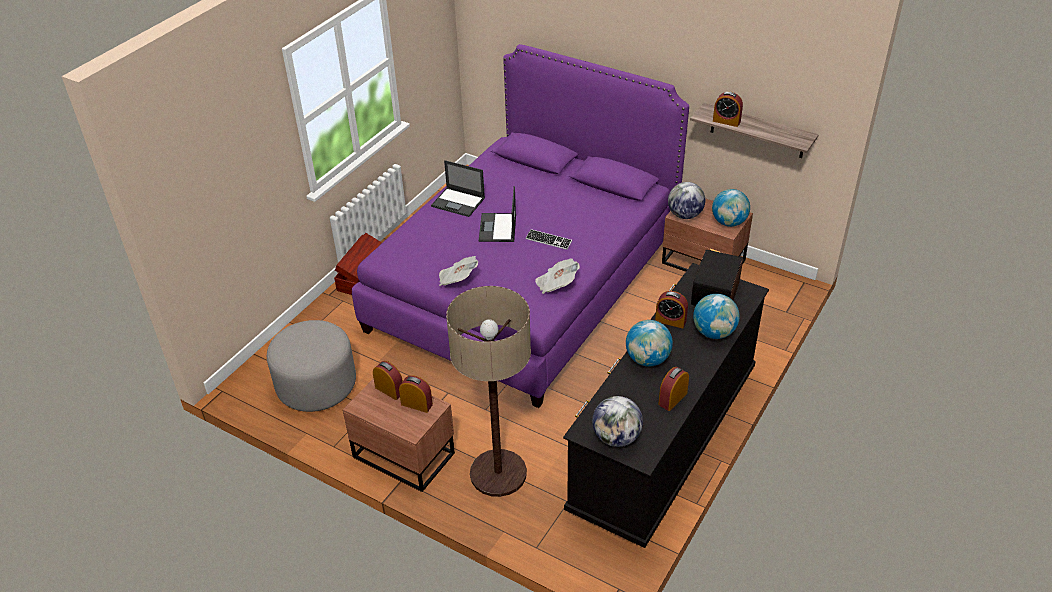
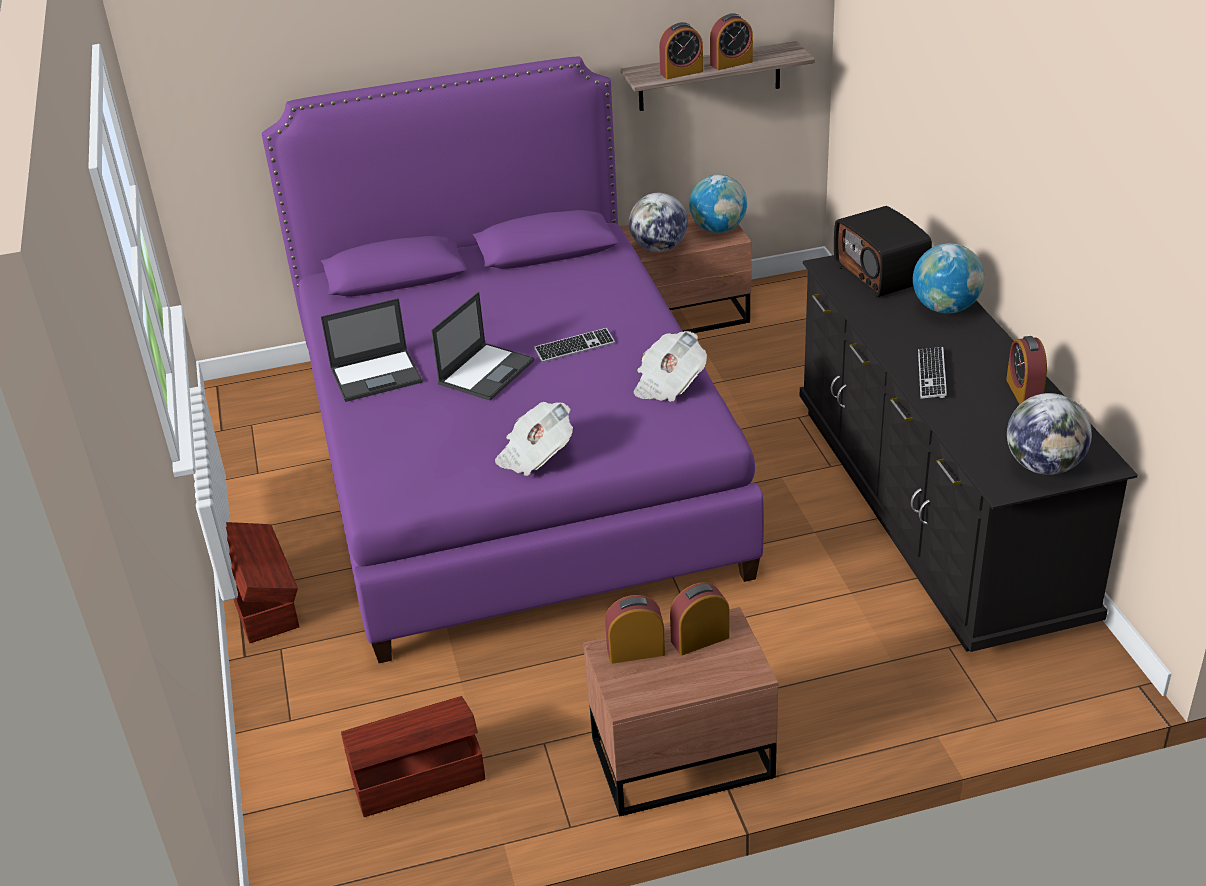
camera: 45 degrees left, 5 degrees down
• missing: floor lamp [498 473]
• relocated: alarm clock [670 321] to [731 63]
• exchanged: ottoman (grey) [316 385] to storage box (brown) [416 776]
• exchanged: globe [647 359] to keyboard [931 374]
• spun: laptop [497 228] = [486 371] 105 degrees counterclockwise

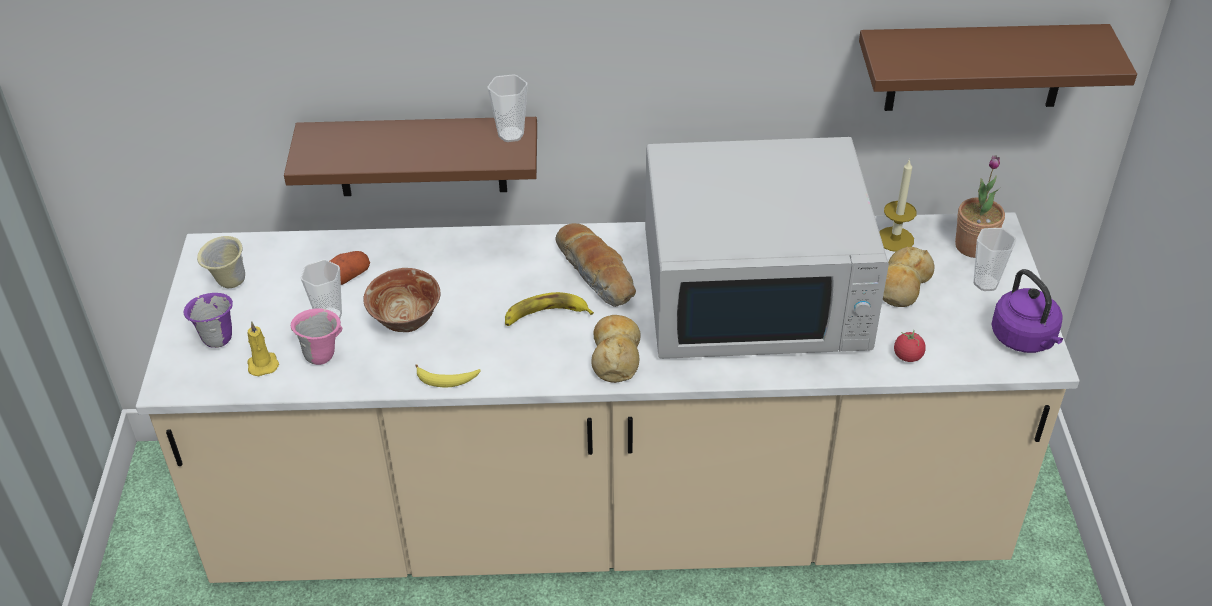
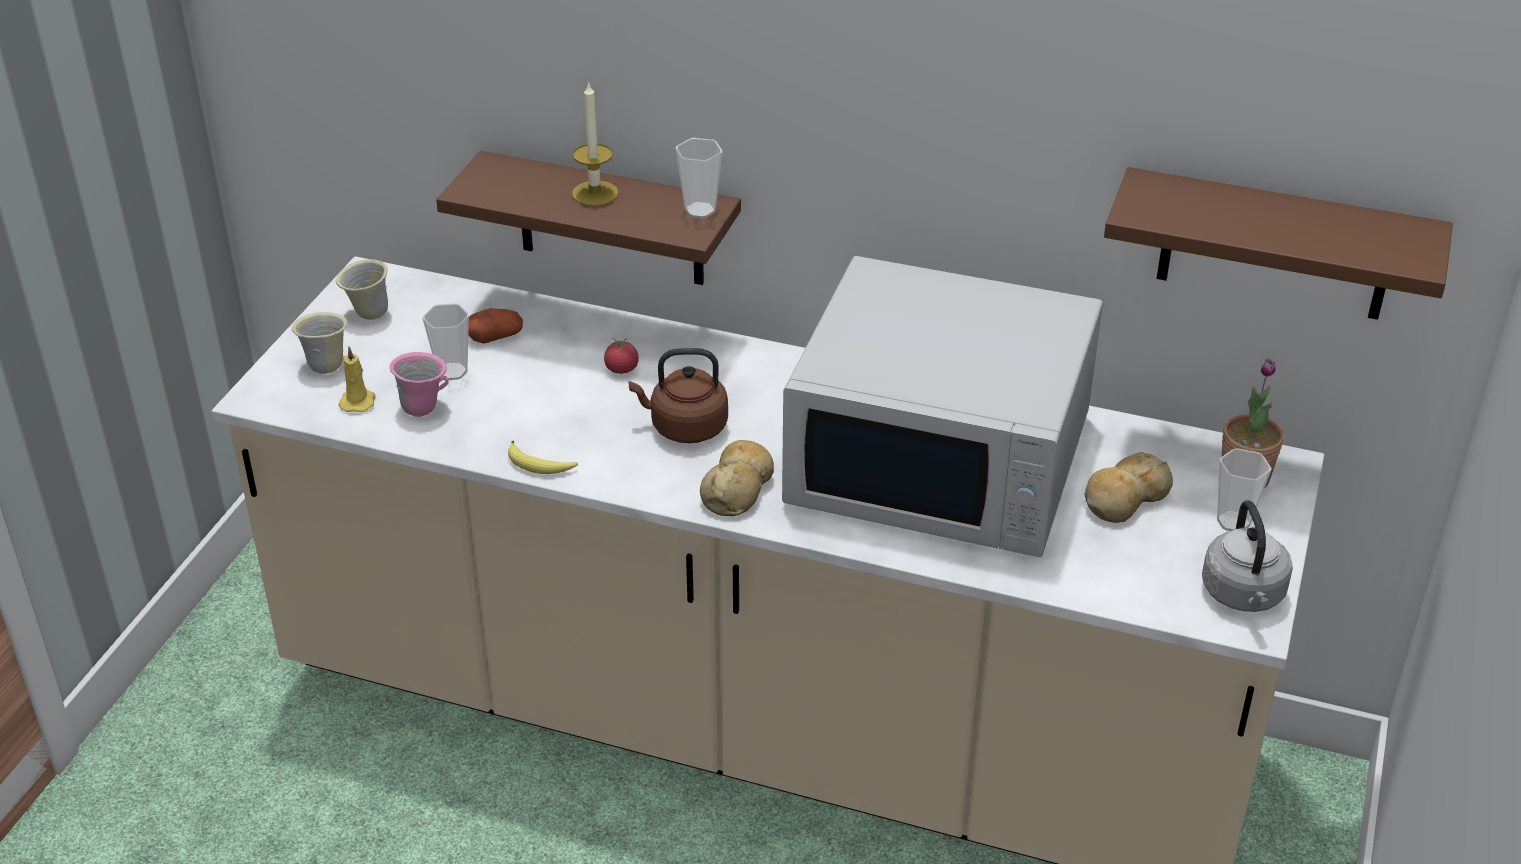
camera: 20 degrees right, 5 degrees down
• missing: bowl [406 321]
• missing: bread [597 274]
• relocated: candle [895 239] to [595 193]
• relocated: tomato [908 356] to [621 369]
• exchanged: banana [546 315] to kettle (brown) [684 428]
• colour: mug (purple) [217 339] to mug (beige) [326 366]
• colour: kettle (purple) [1025 339] to kettle (grey) [1243 596]

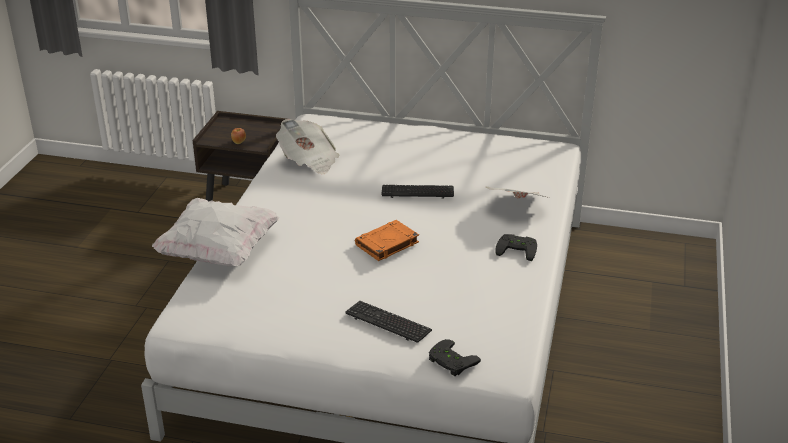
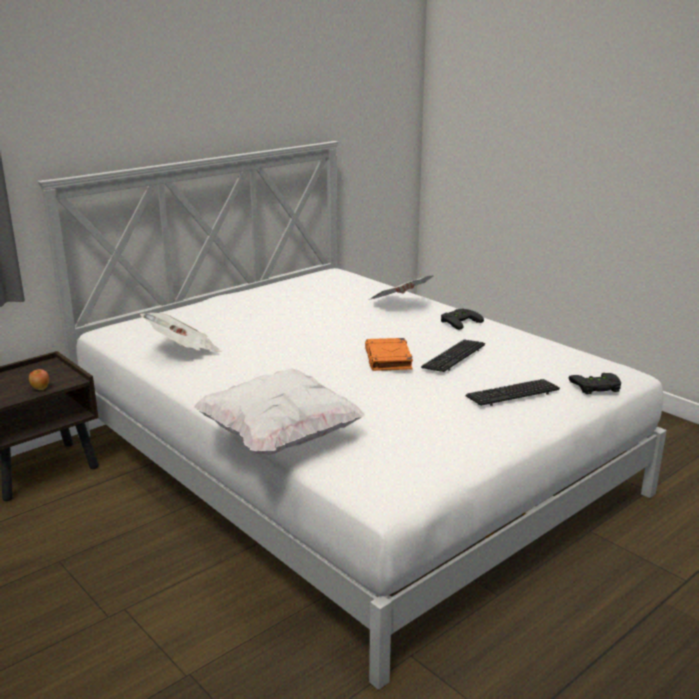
camera: 55 degrees left, 10 degrees down
• relocated: keyboard [417 192] to [453 357]

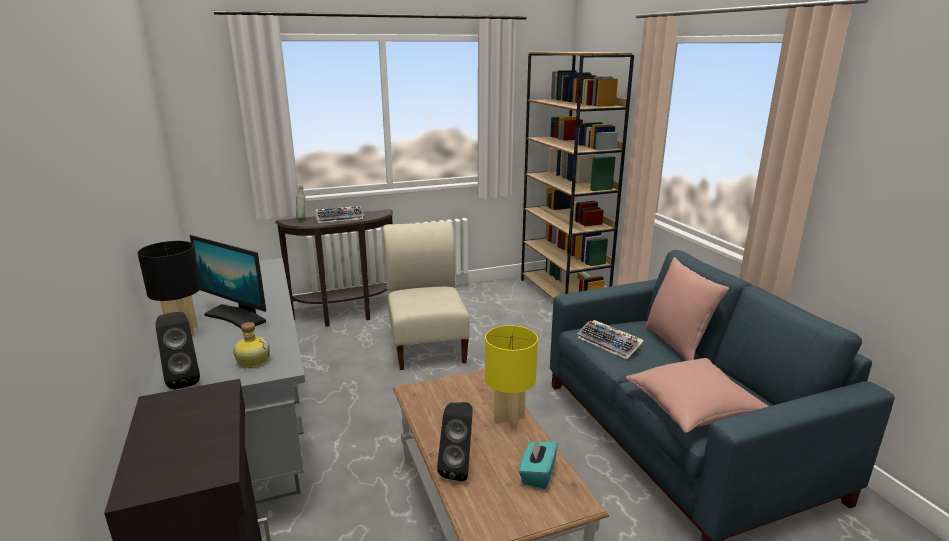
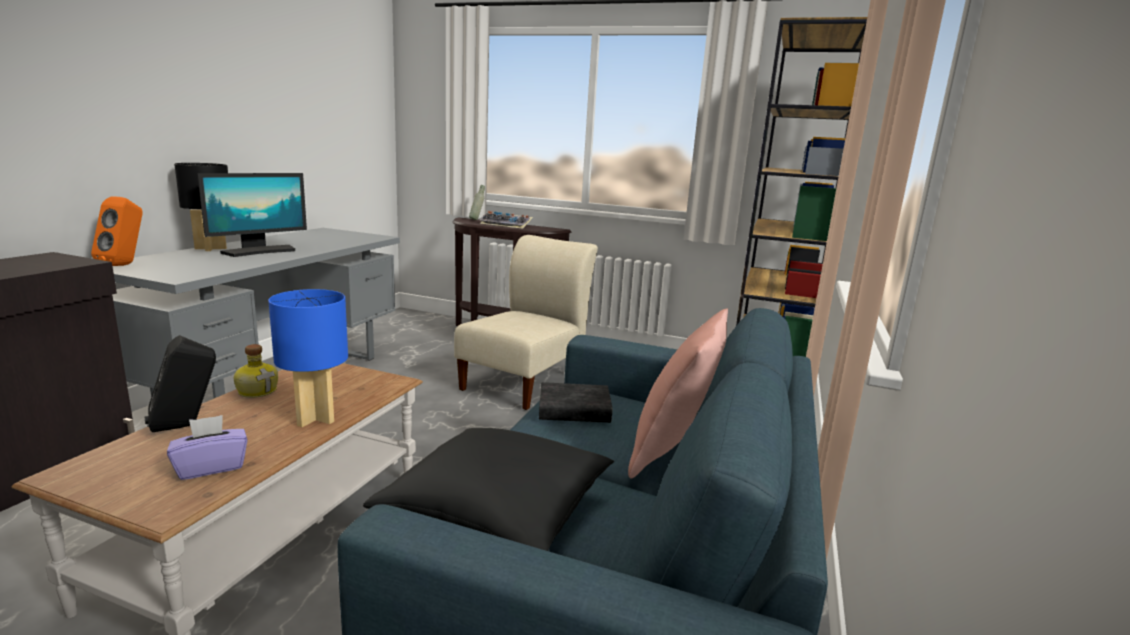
camera: 40 degrees right, 5 degrees down
• relocated: bottle [252 360] to [258 391]
• exchanged: keyboard [610 344] to book (black) [574 410]
• colour: speaker (black) [184 380] to speaker (orange) [125 265]
• colour: table lamp (yellow) [509 419] to table lamp (blue) [315 418]
• colour: tissue box (turquoise) [537 474] to tissue box (purple) [211 467]
• colour: pillow (pink) [693 408] to pillow (black) [497 512]
• spun: monitor [236 317] = [259 251] 120 degrees counterclockwise

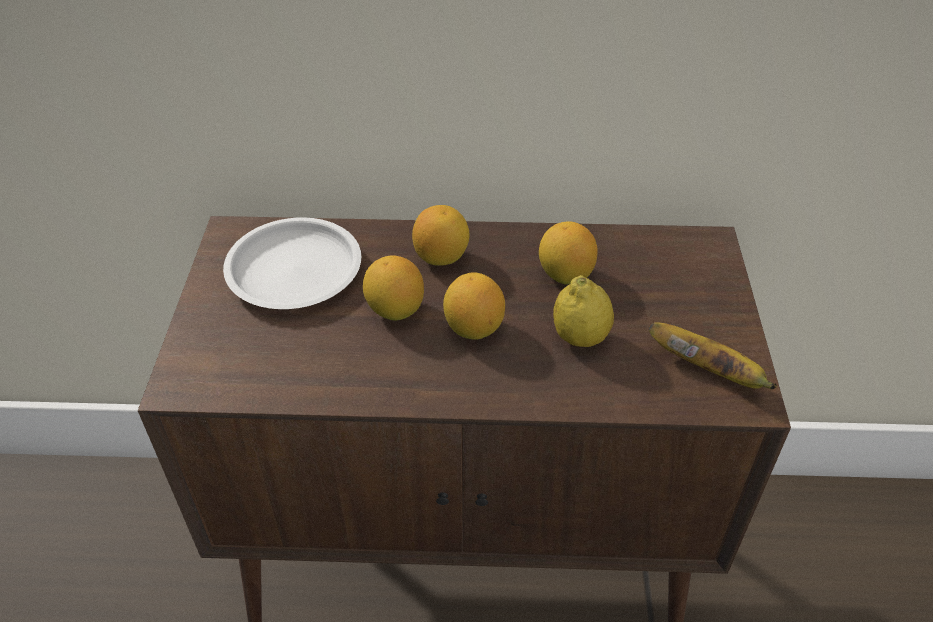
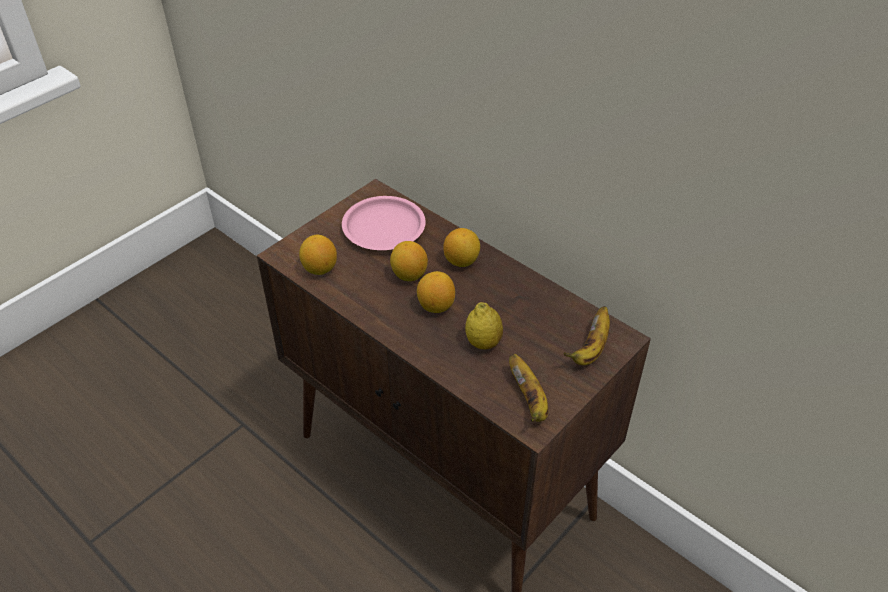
camera: 40 degrees right, 0 degrees up
• appeared: banana [590 349]
• relocated: lemon [565 275] to [319 268]
• colour: plate (white) [294 270] to plate (pink) [384 228]

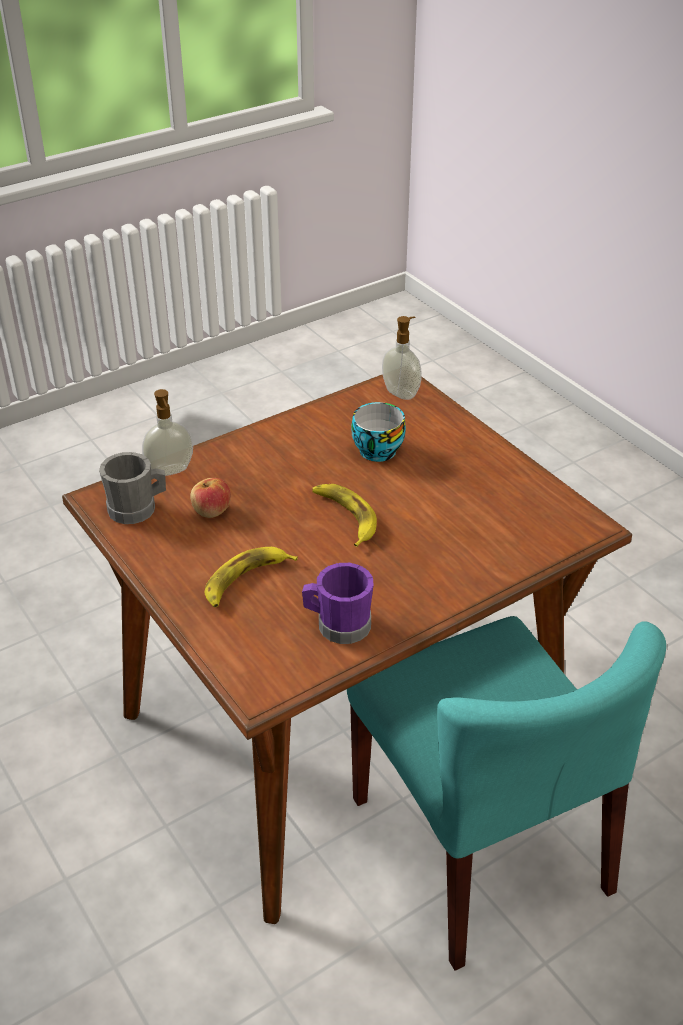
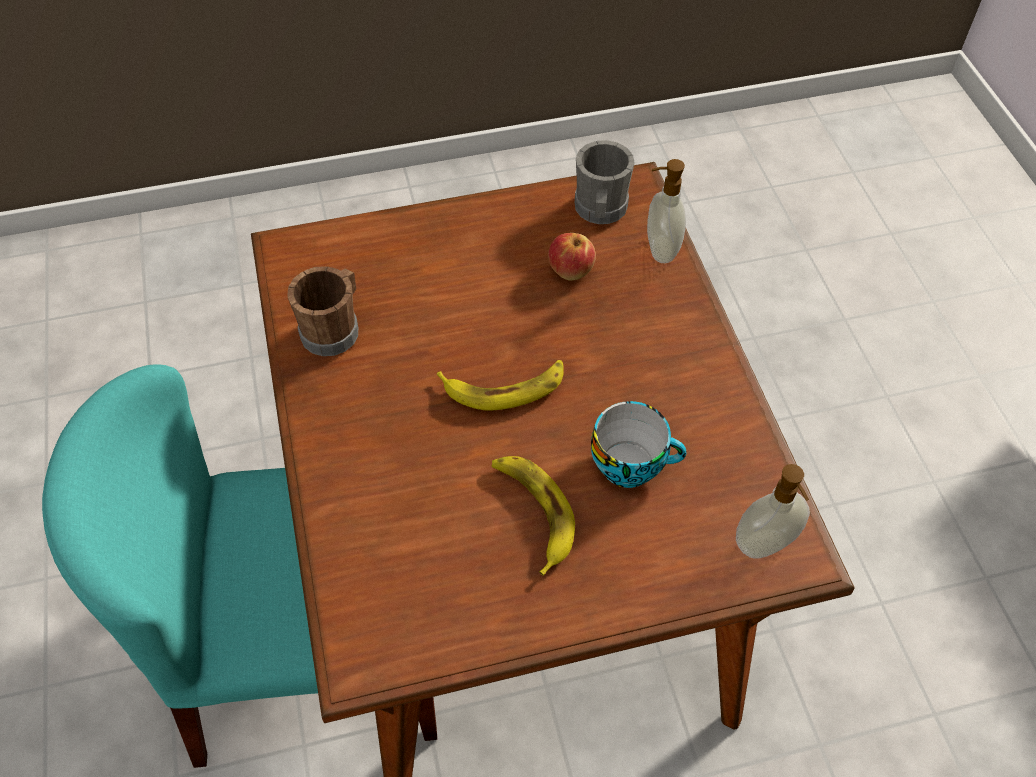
camera: 110 degrees right, 15 degrees up
• relocated: banana [245 581] to [533 512]
• colour: mug (purple) [338 625] to mug (brown) [334 329]

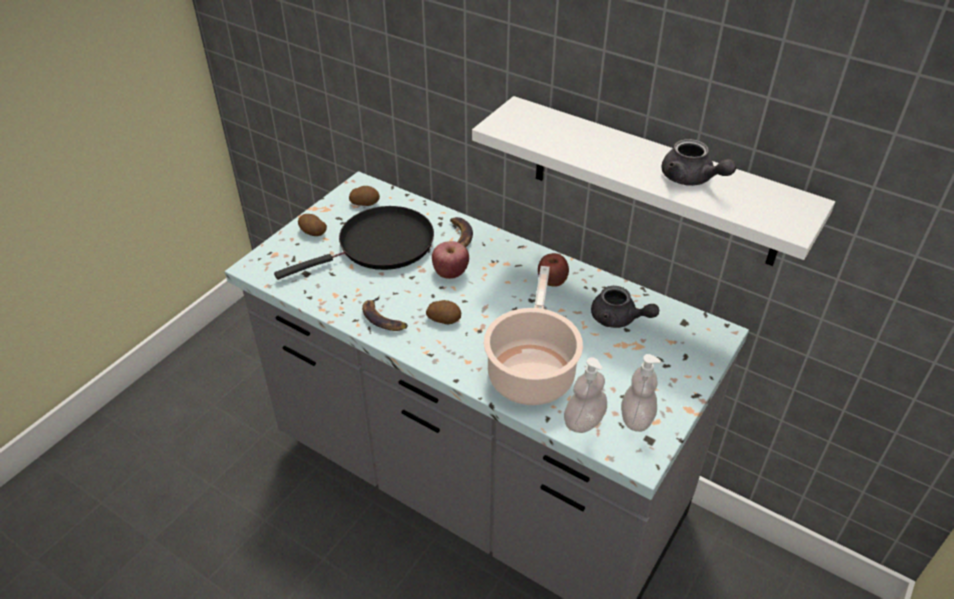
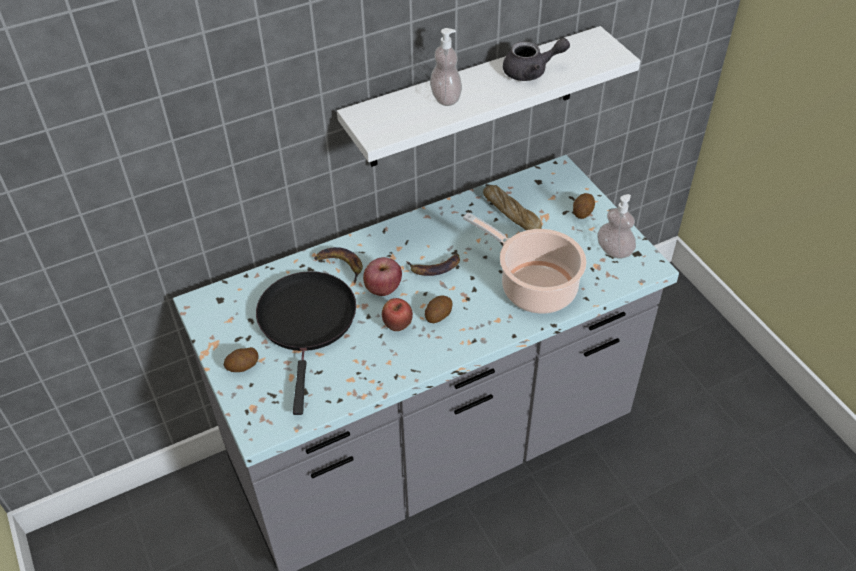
camera: 60 degrees left, 5 degrees up
• relocated: potato [365 203] to [582 212]
• relocated: banana [383 318] to [435 267]
• relocated: apple [552 282] to [397 325]
• relocated: soap dispenser [584 422] to [445 98]
• exchanged: teapot (grey) [618 319] to bread [511 213]

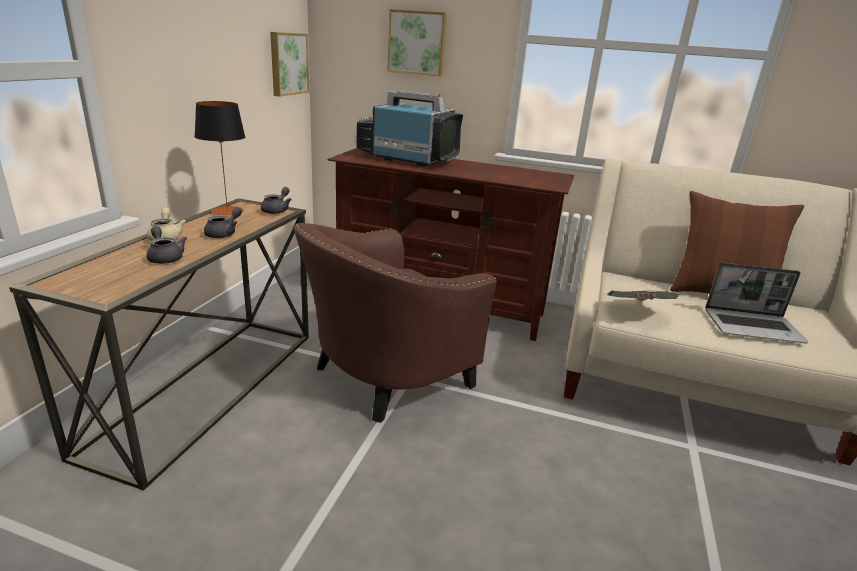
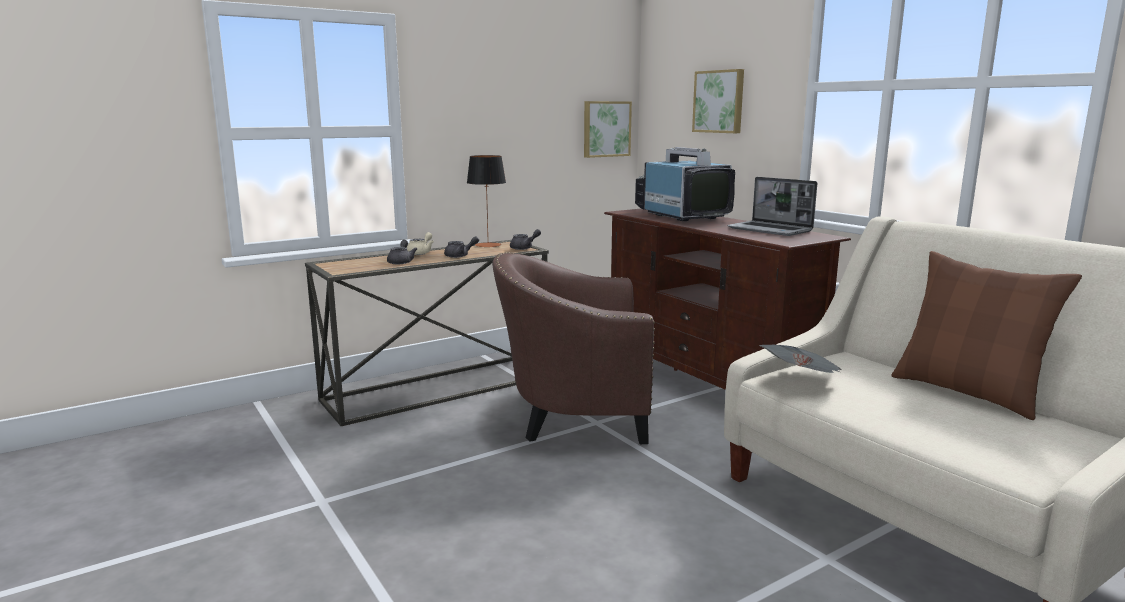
camera: 40 degrees right, 10 degrees down
• relocated: laptop [753 327] to [771 230]

